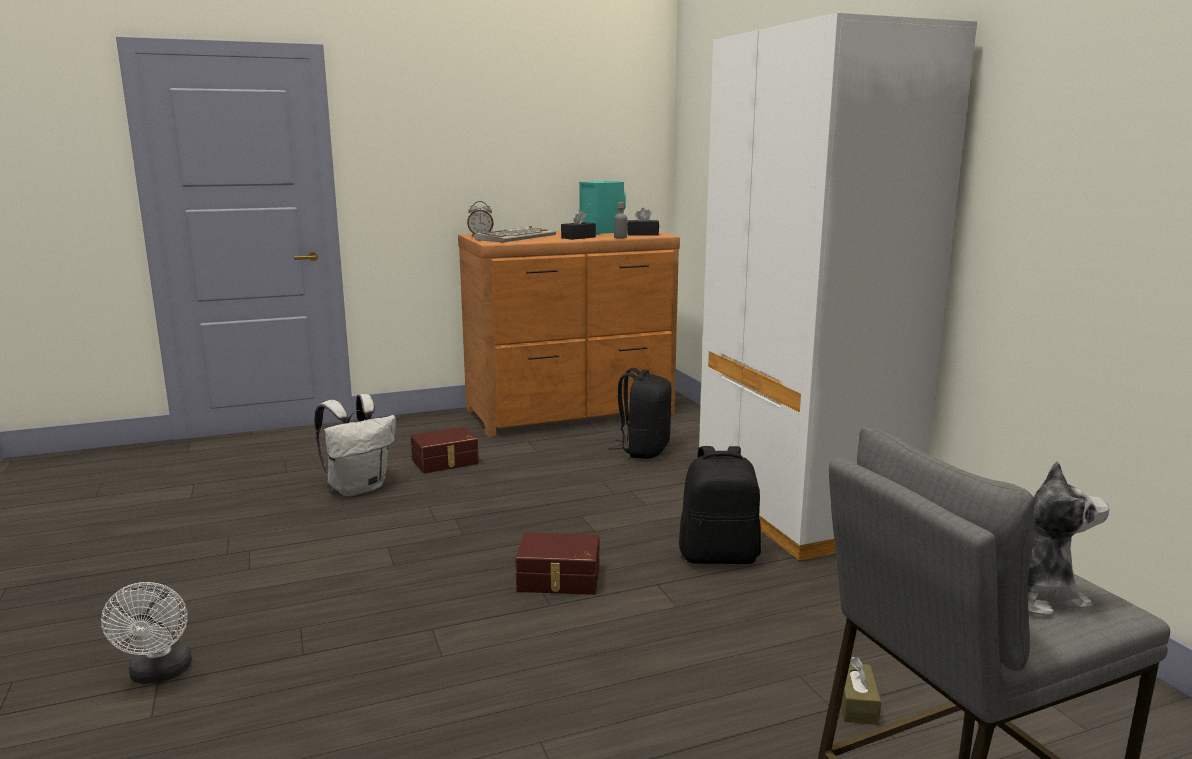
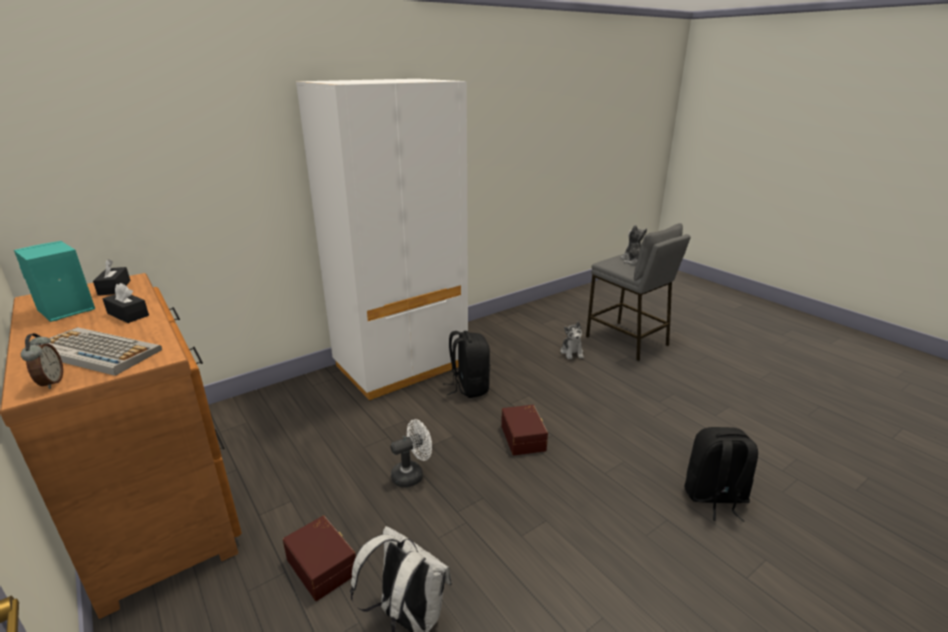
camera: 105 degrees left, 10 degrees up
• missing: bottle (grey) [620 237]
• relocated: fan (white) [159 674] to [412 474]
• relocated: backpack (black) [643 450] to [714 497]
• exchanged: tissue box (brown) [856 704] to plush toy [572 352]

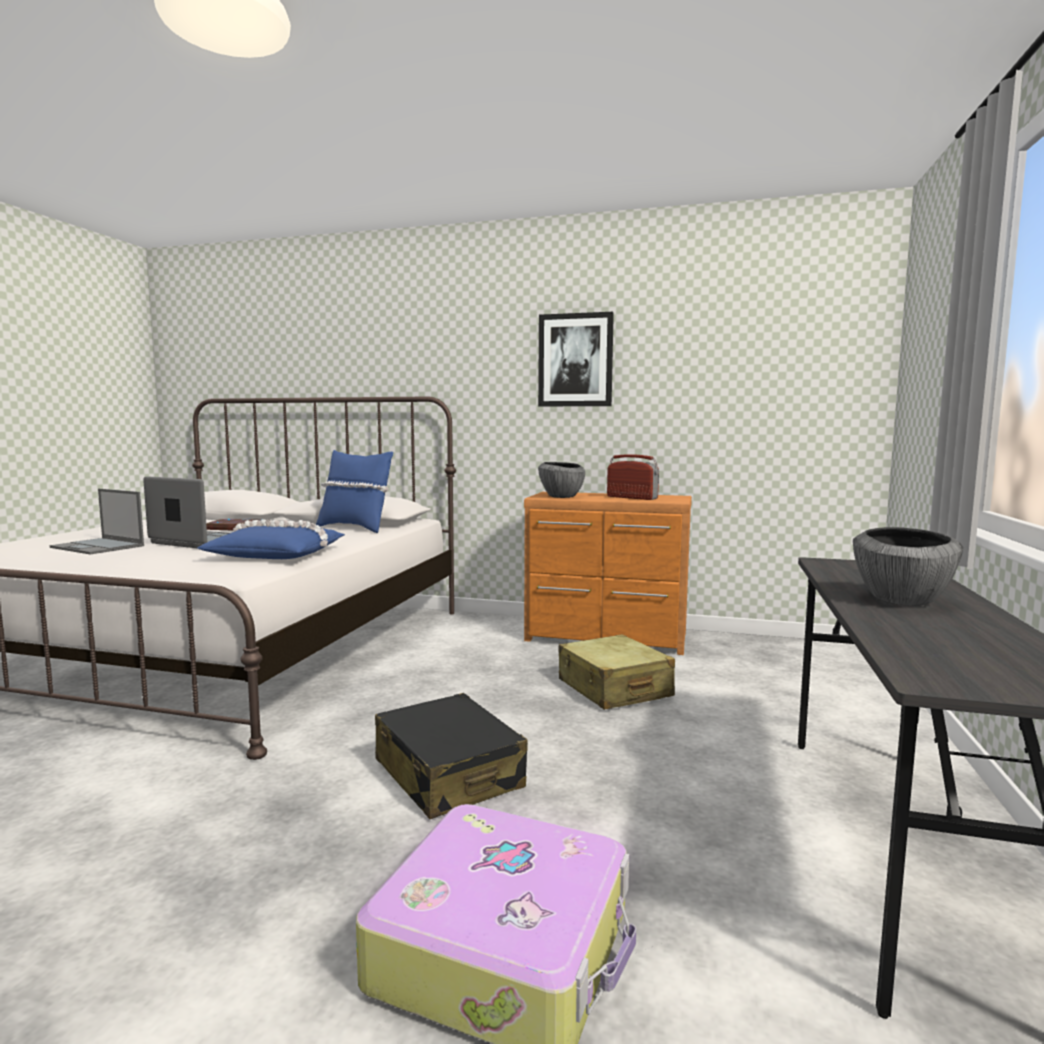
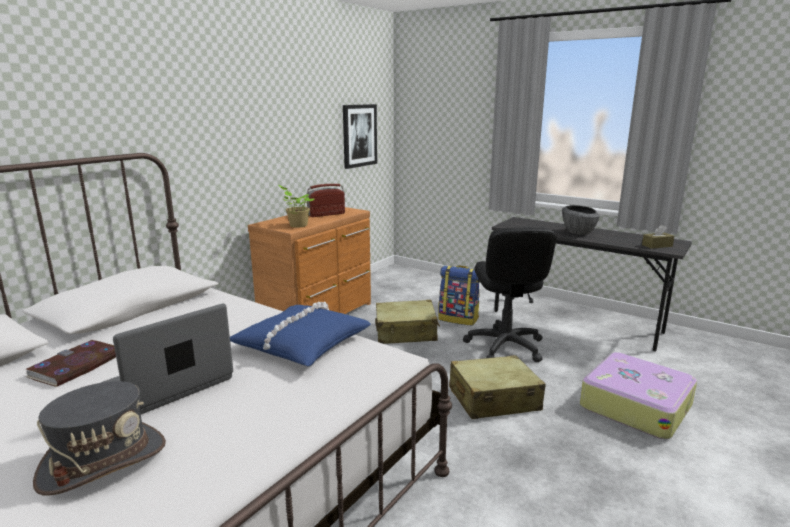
camera: 70 degrees left, 10 degrees up
• missing: pillow (blue) [355 528]
• appeared: backpack [459 319]
• appeared: office chair (black) [505 346]
• appeared: tissue box (brown) [657 245]
• relocated: picture [575 360] to [359 135]
• exchanged: laptop [98 547] to hat (grey) [103 461]
• exchanged: bowl [561 497] to potted plant [297 225]
• colour: suitcase (black) [448 774] to suitcase (beige) [493 399]

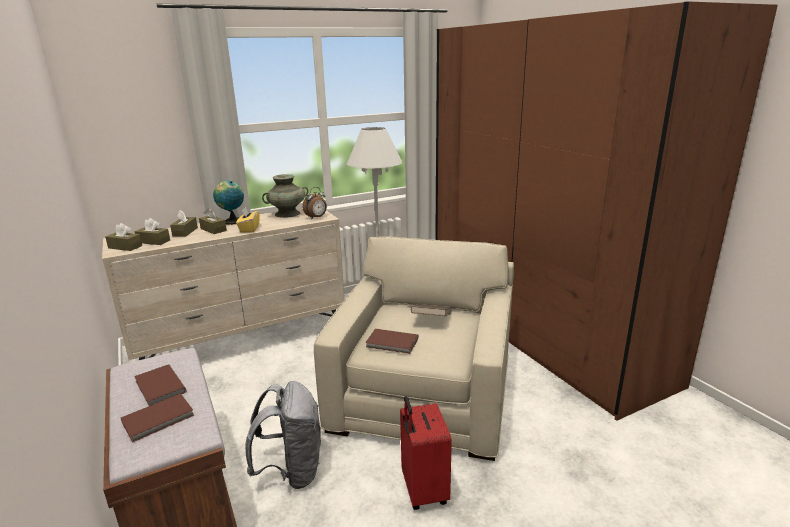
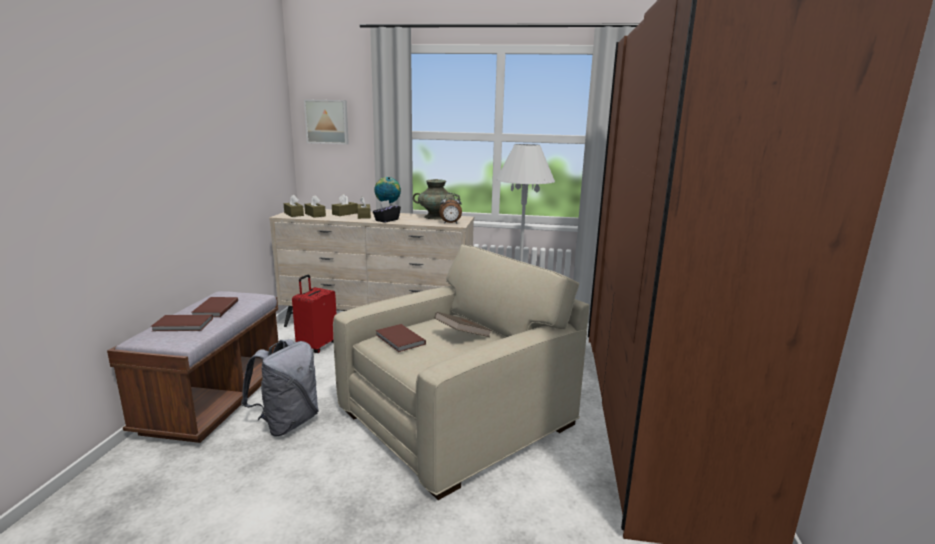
camera: 35 degrees right, 5 degrees down
• appeared: picture [327 122]
• relocated: suitcase (red) [422 490] to [317 346]
• colour: tissue box (yellow) [249 229] to tissue box (black) [386 220]

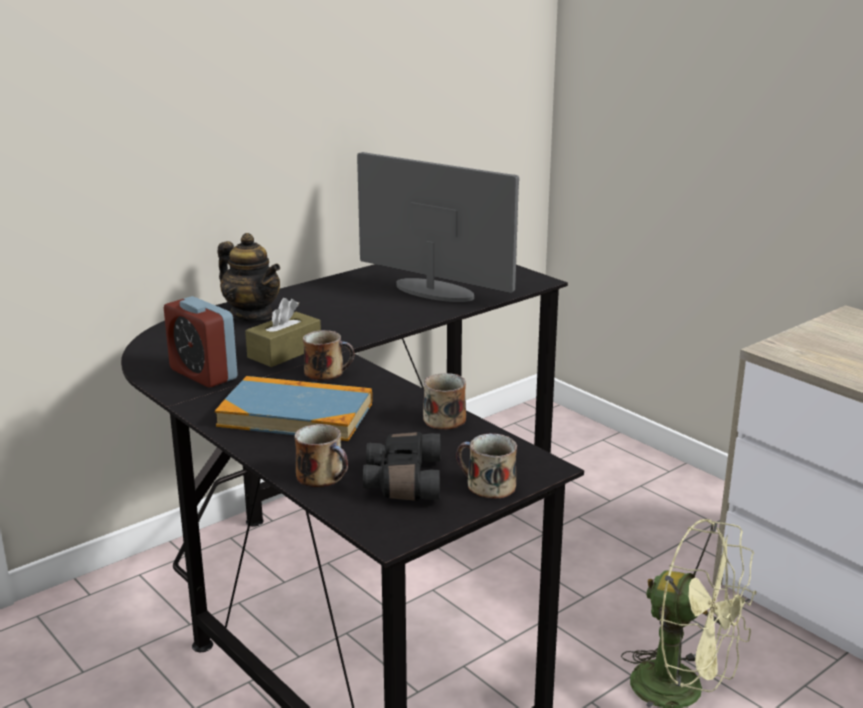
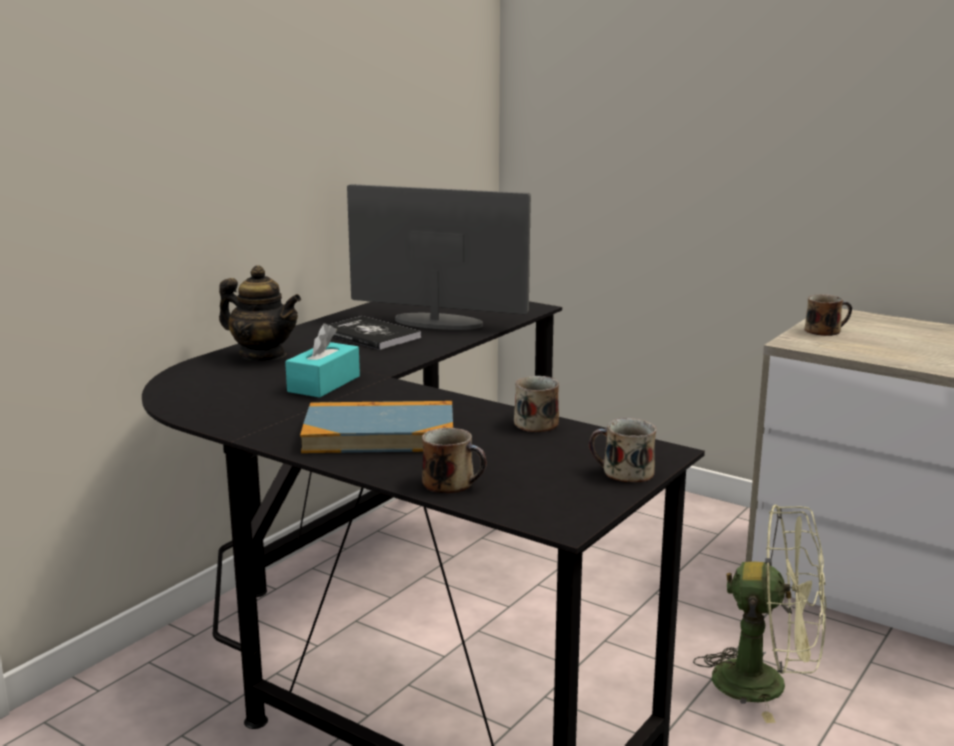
camera: 15 degrees left, 5 degrees down
• missing: alarm clock [203 374]
• missing: binoculars (black) [402 481]
• appeared: book [370 335]
• relocated: mug [326 372] to [824 330]
• colour: tissue box (brown) [284 352] to tissue box (turquoise) [324 384]

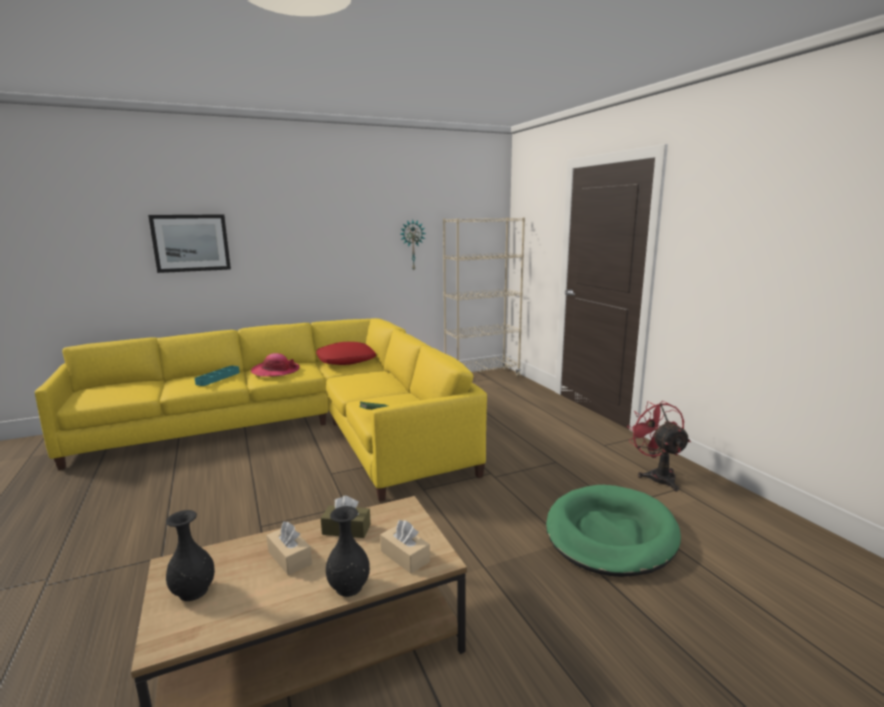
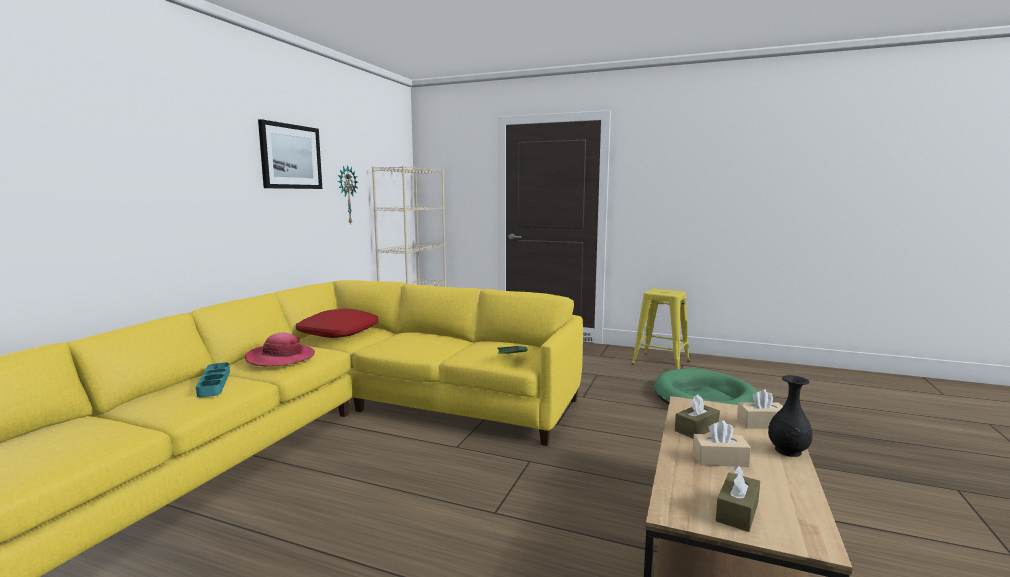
camera: 45 degrees left, 5 degrees down
• relocated: picture [191 243] to [291 156]
• exchanged: vase (black) [193 592] to tissue box (brown) [737 511]
• exchanged: fan (red) [657 476] to stool (yellow) [660 362]

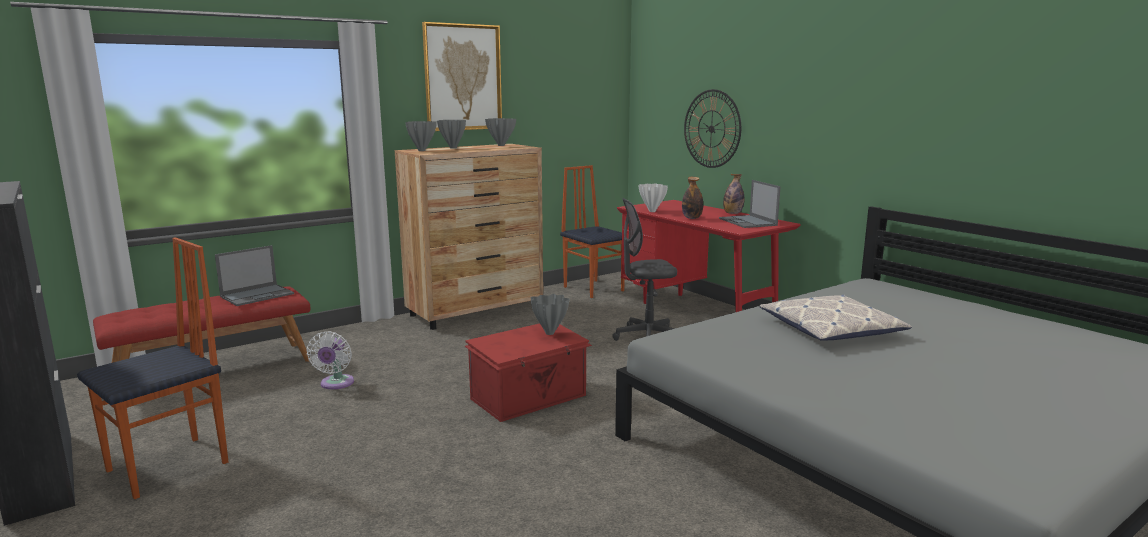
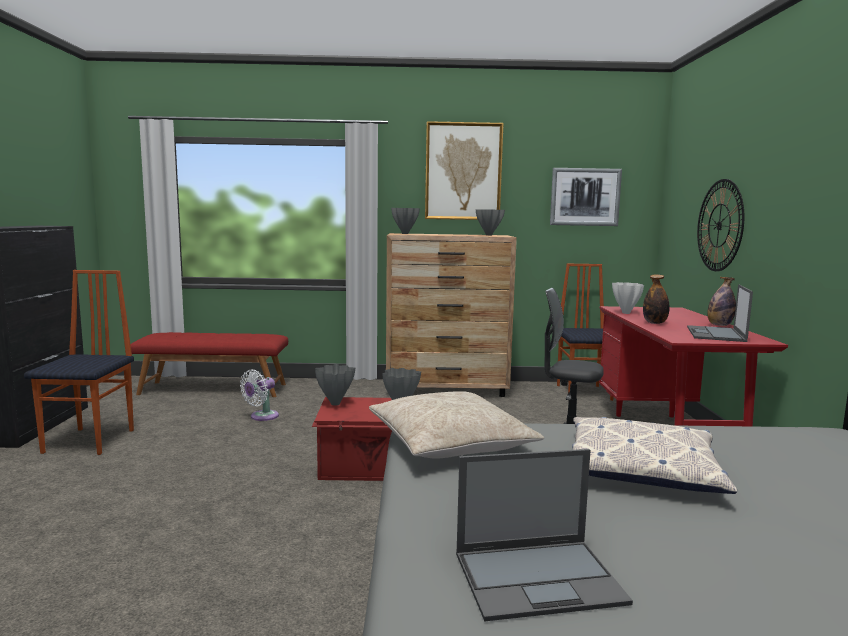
camera: 35 degrees right, 5 degrees down
• appeared: pillow (beige) [450 442]
• appeared: picture [585 197]
• relocated: laptop [258 295] to [540 578]
• relocated: vase (grey) [453 148] to [335 403]
• spun: chair [170 467] = [91 441] 75 degrees counterclockwise

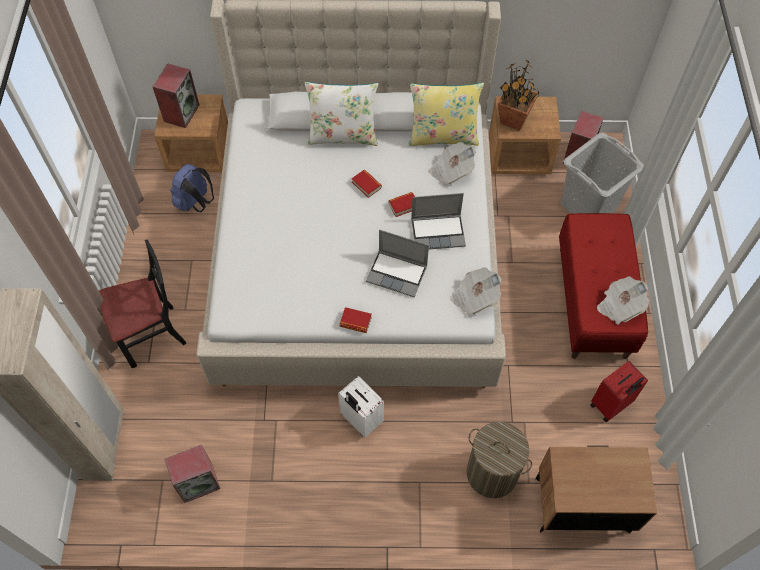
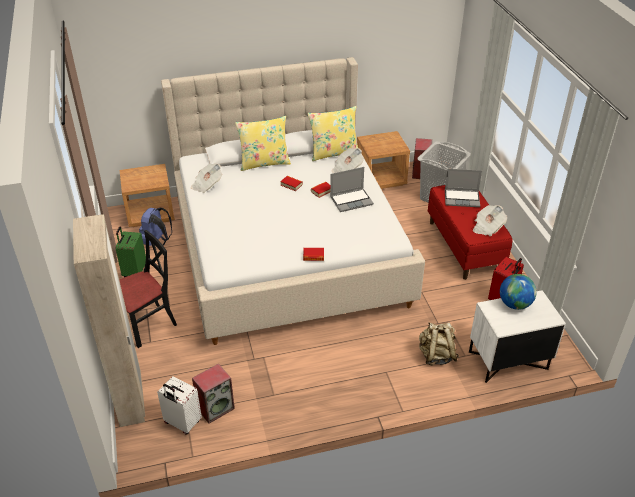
camera: 15 degrees left, 20 degrees down
• missing: speaker [181 112]
• missing: potted plant [514 120]
• appeared: suitcase (green) [134 271]
• appeared: globe [514 304]
• relocated: suitcase (white) [360 419] to [182 423]
• relocated: laptop [397 273] to [462 198]
• relocated: newspaper [474 297] to [207 185]
• exchanged: laundry basket [492 473] to backpack (beige) [436 355]
• colour: pillow (white) [343 135] to pillow (yellow) [264 163]
• colour: nightstand (brown) [581 506] to nightstand (white) [508 361]

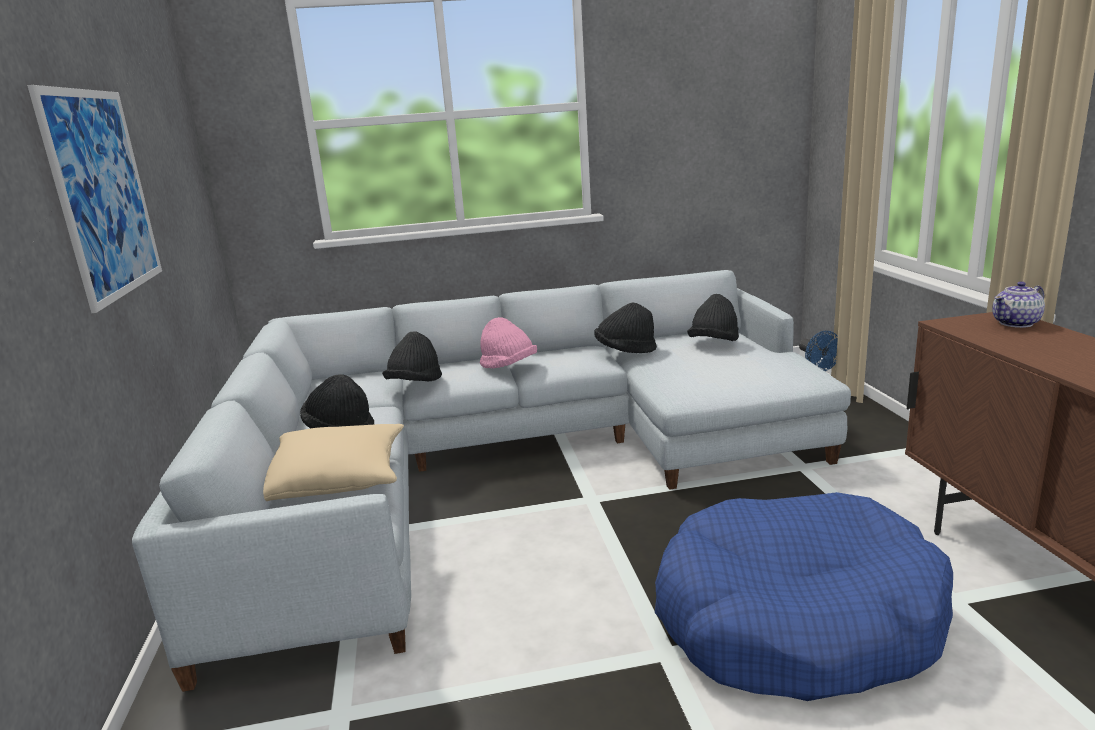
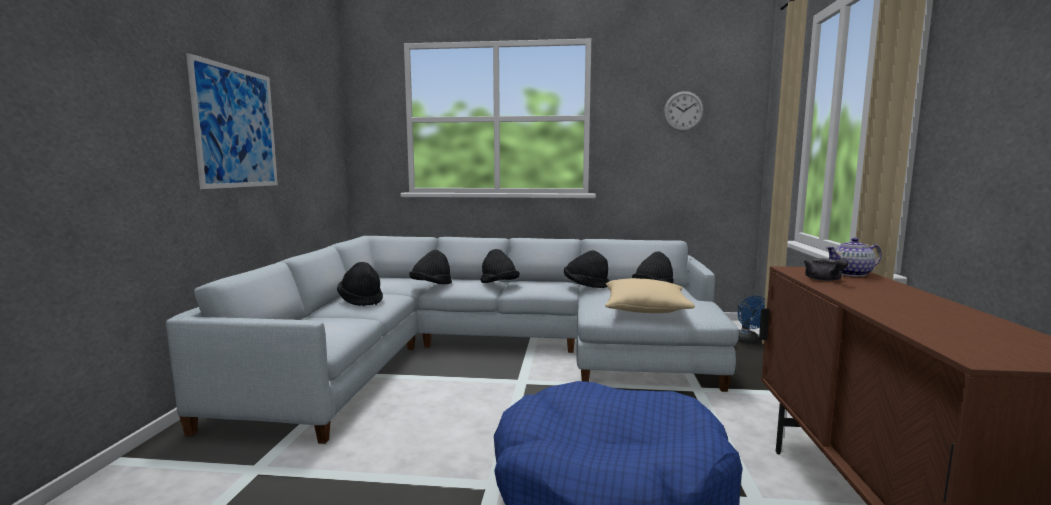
camera: 15 degrees right, 10 degrees down
• appeared: wall clock [683 111]
• appeared: teapot (grey) [824 280]
• relocated: pillow (beige) [338 479] to [645 309]
• colour: hat (pink) [508 367] to hat (black) [499 284]

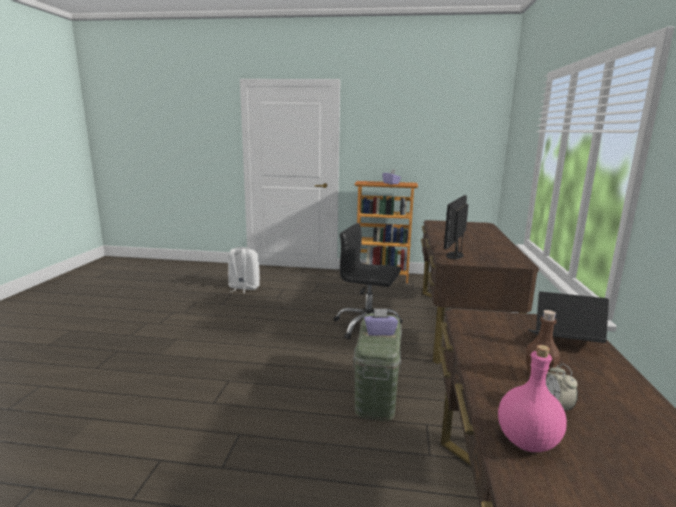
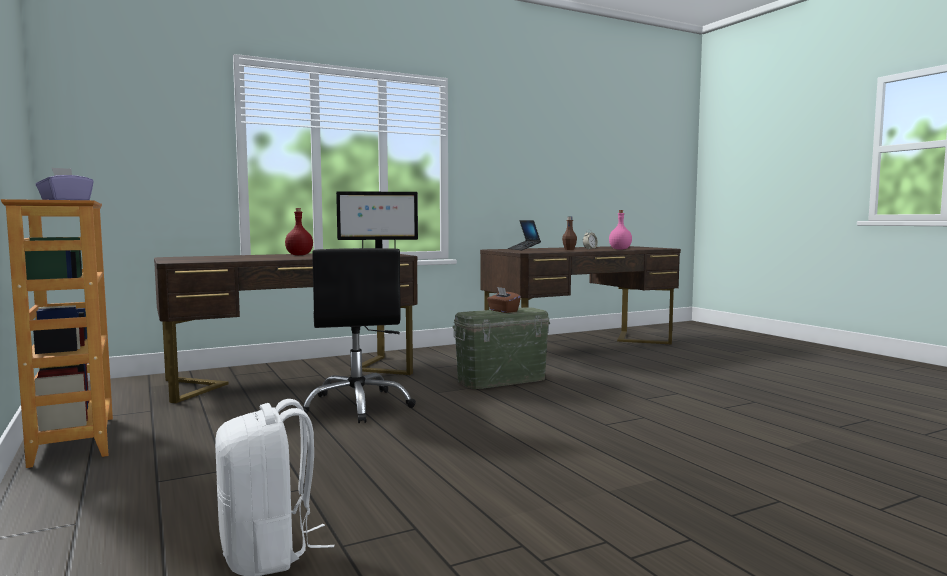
camera: 125 degrees left, 10 degrees down
• appeared: bottle (red) [299 255]
• colour: tissue box (purple) [379 332] to tissue box (brown) [503 311]

